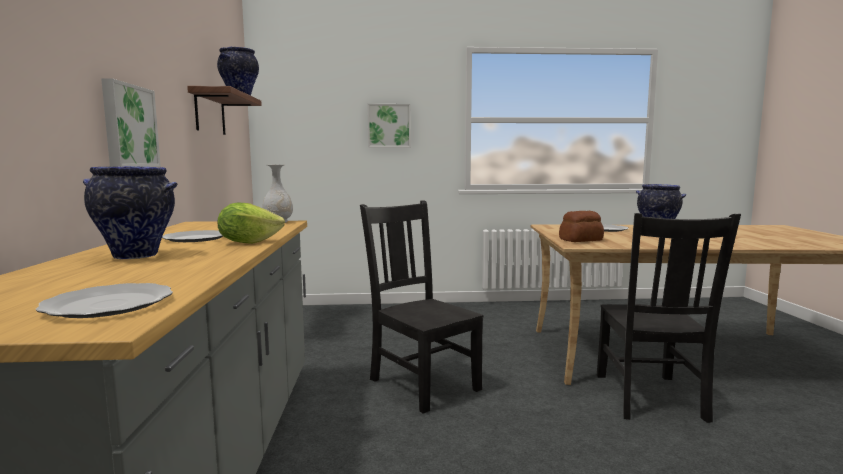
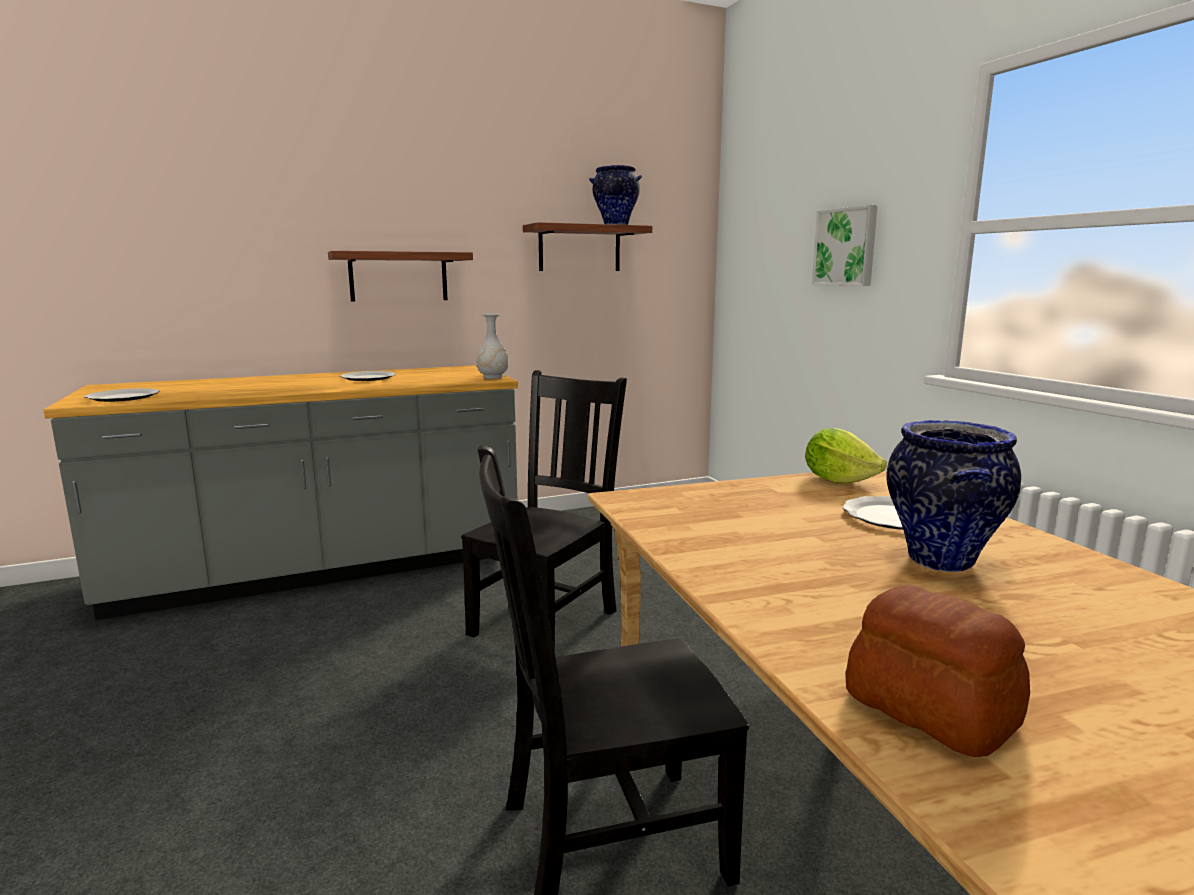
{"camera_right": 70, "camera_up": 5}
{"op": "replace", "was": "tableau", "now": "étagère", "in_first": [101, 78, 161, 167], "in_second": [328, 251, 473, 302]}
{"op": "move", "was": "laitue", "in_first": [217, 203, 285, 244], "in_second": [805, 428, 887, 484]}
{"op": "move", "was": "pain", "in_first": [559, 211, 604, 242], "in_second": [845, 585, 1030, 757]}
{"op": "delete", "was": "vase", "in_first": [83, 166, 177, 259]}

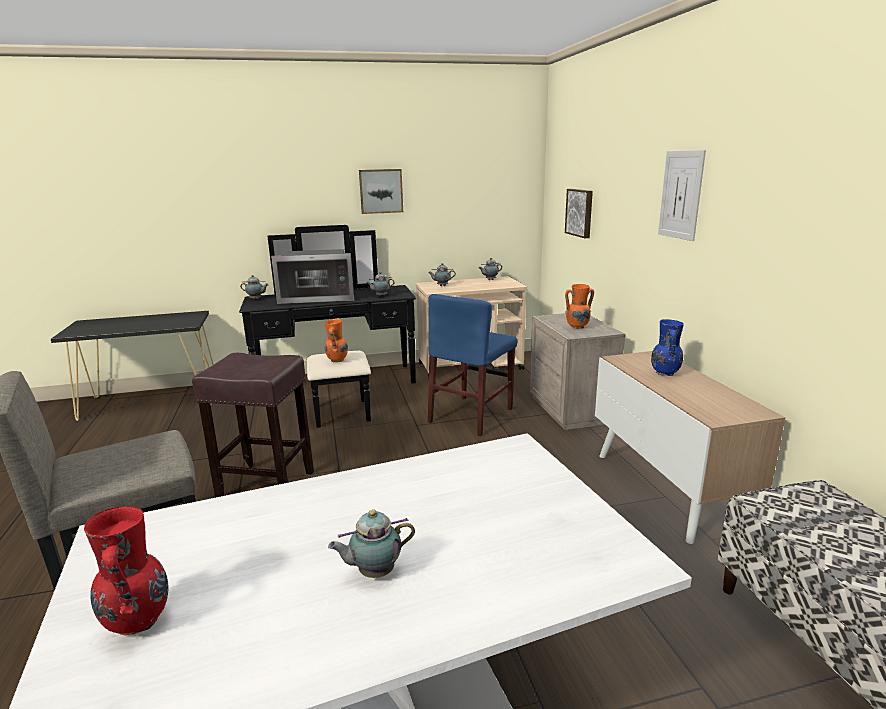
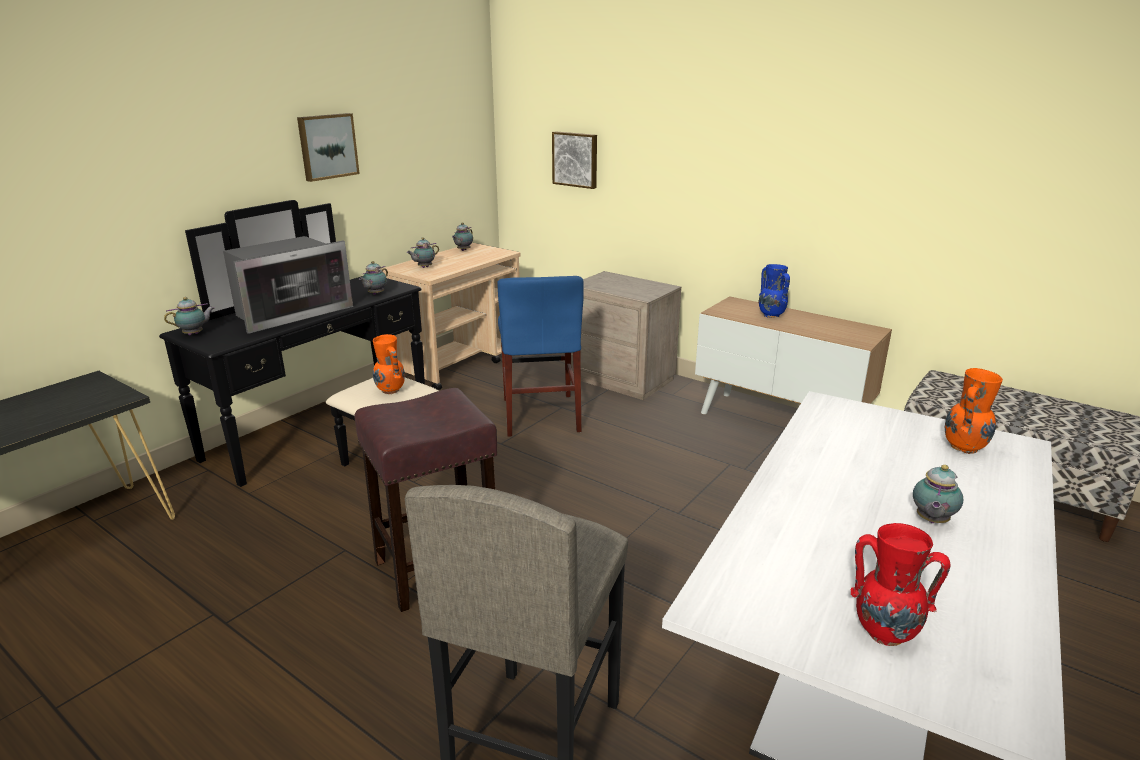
{"camera_right": -40, "camera_up": 5}
{"op": "move", "was": "vase [orange]", "in_first": [565, 284, 594, 329], "in_second": [945, 368, 1003, 454]}
{"op": "delete", "was": "tableau", "in_first": [658, 150, 706, 241]}

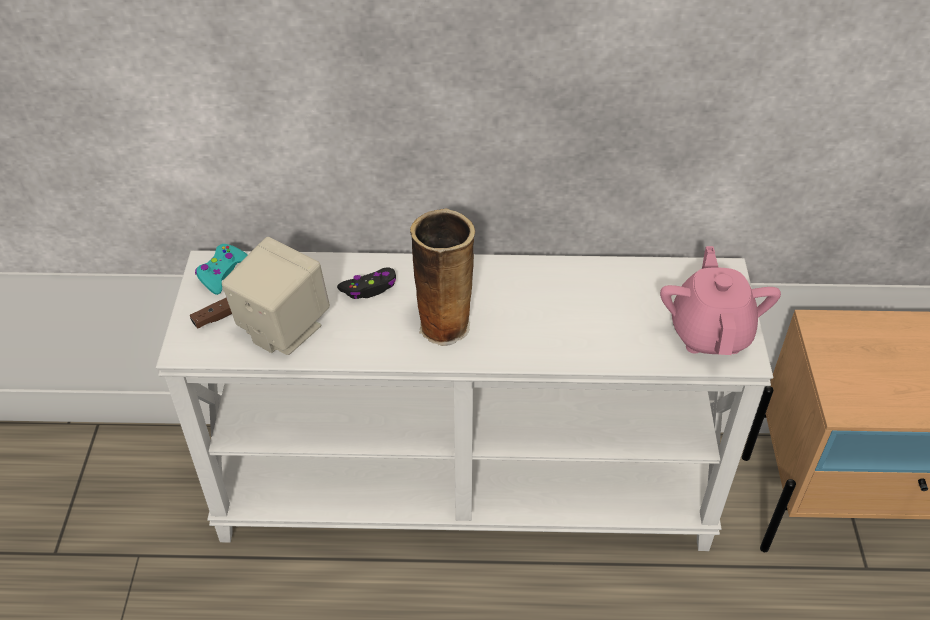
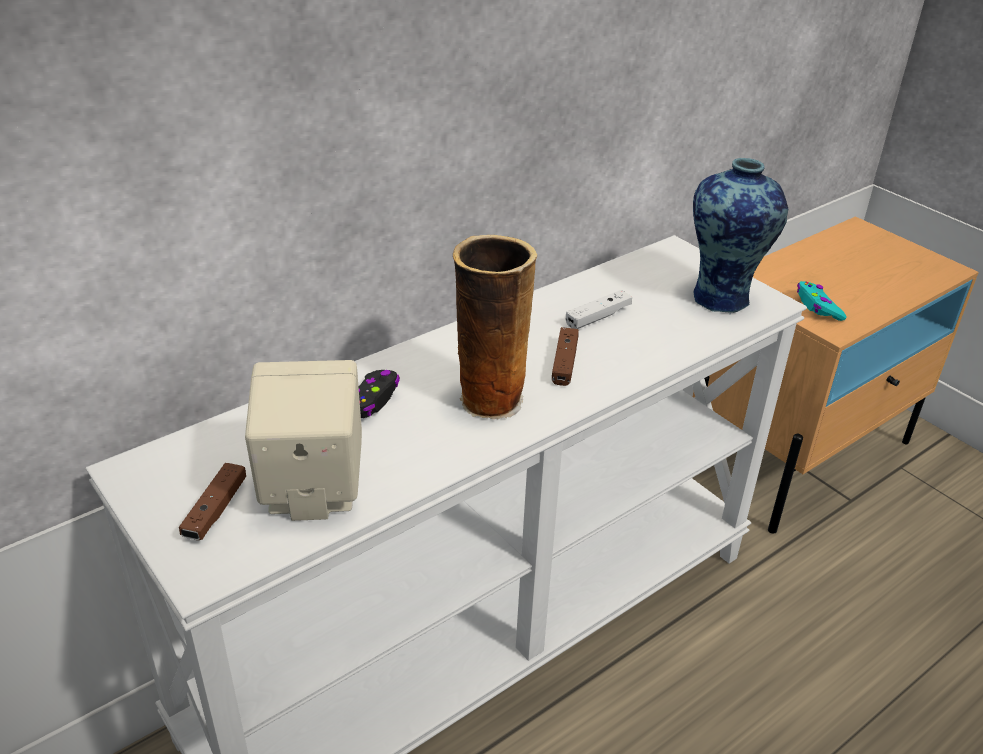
{"camera_right": -40, "camera_up": -10}
{"op": "insert", "now": "manette [marron]", "in_second": [552, 327, 579, 386]}
{"op": "insert", "now": "manette [blanc]", "in_second": [566, 290, 632, 329]}
{"op": "replace", "was": "théière [rose]", "now": "vase", "in_first": [660, 246, 781, 355], "in_second": [693, 158, 788, 313]}
{"op": "move", "was": "manette [turquoise]", "in_first": [195, 244, 248, 295], "in_second": [797, 281, 847, 321]}

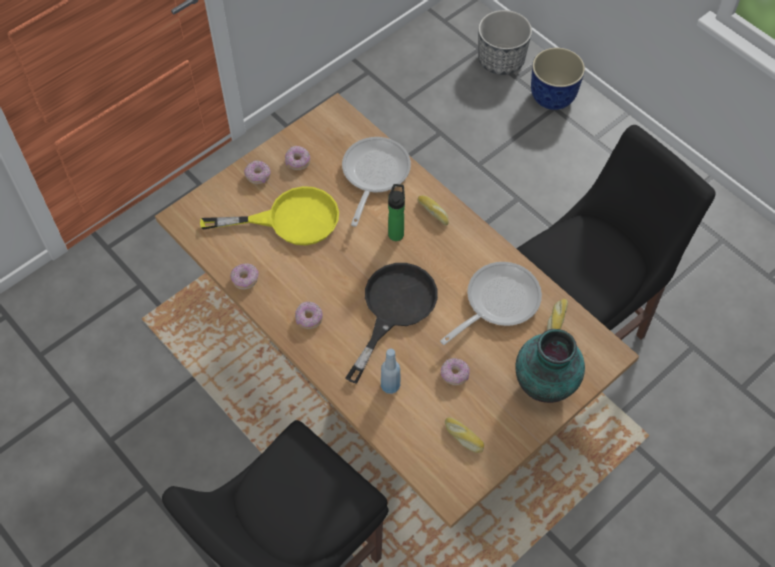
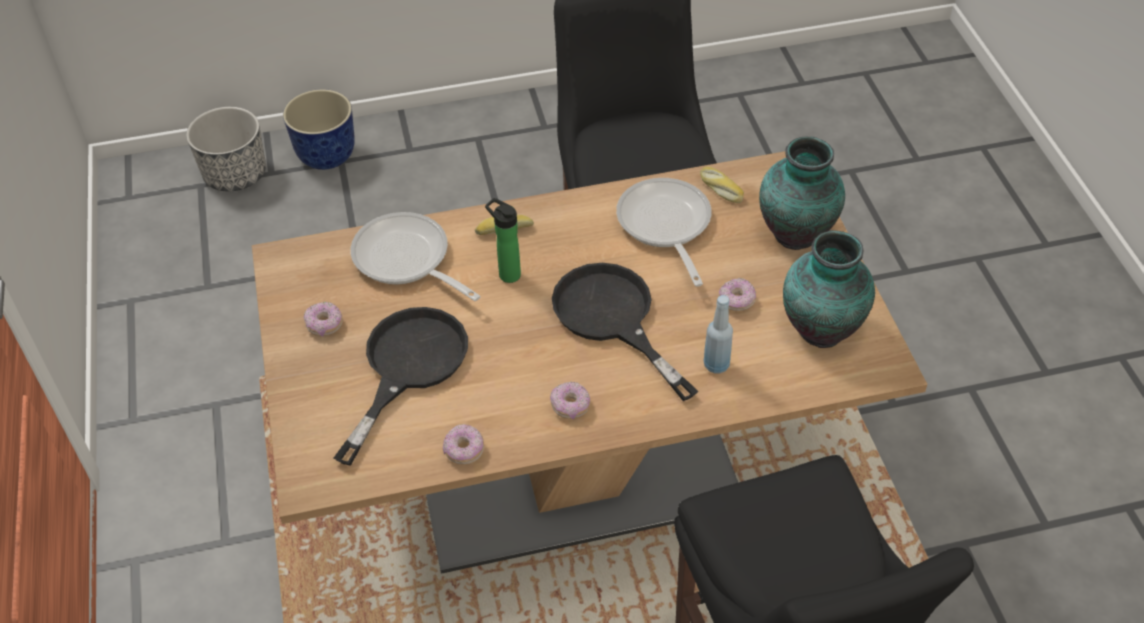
{"camera_right": -60, "camera_up": -10}
{"op": "recolor", "was": "poêle [jaune]", "now": "poêle [noir]", "in_first": [200, 186, 339, 245], "in_second": [334, 307, 468, 466]}
{"op": "replace", "was": "pain", "now": "vase", "in_first": [445, 417, 484, 453], "in_second": [783, 230, 875, 348]}
{"op": "delete", "was": "beignet", "in_first": [244, 160, 271, 184]}

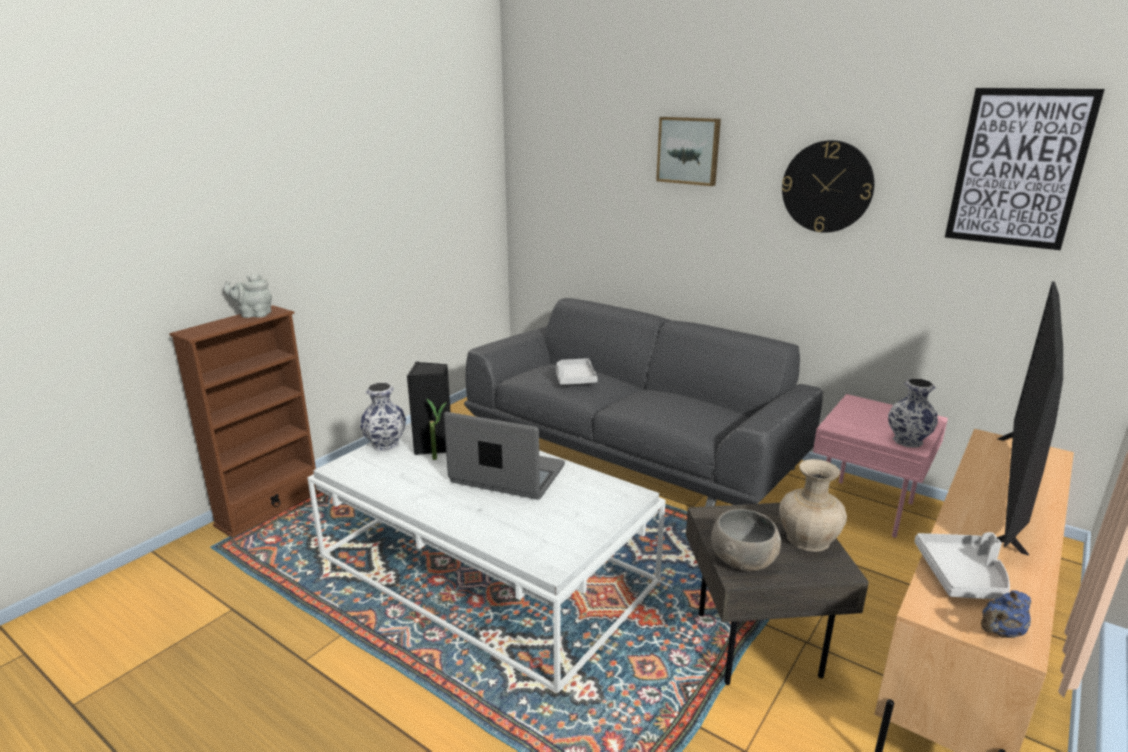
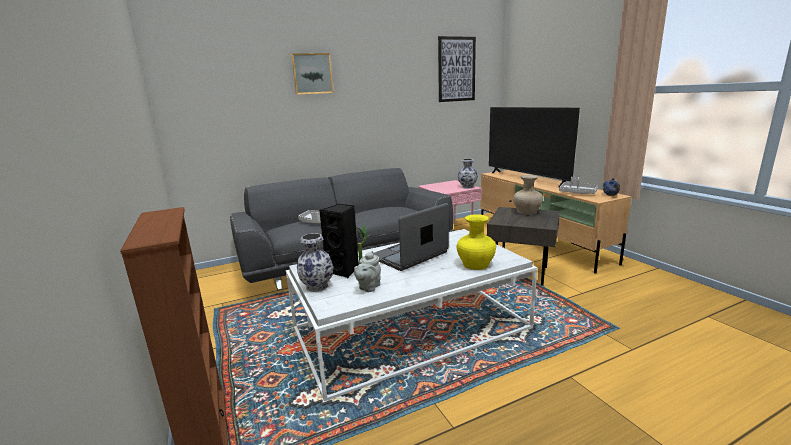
{"camera_right": -60, "camera_up": -5}
{"op": "move", "was": "théière [gris]", "in_first": [223, 274, 272, 318], "in_second": [354, 251, 381, 292]}
{"op": "insert", "now": "vase [jaune]", "in_second": [457, 214, 496, 270]}
{"op": "delete", "was": "bol [gris]", "in_first": [711, 509, 781, 571]}
{"op": "delete", "was": "horloge murale", "in_first": [782, 140, 875, 233]}

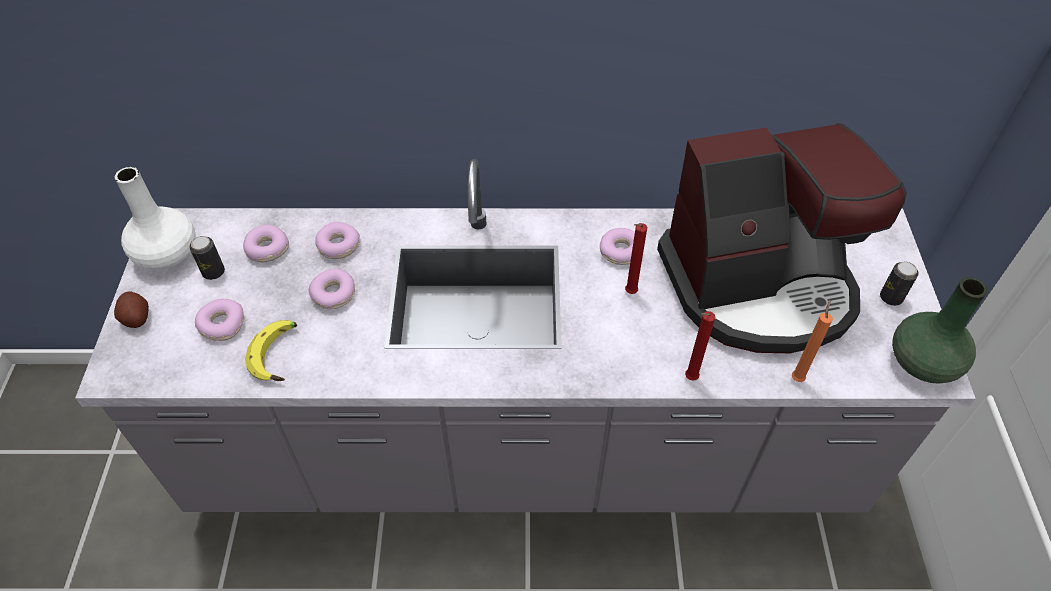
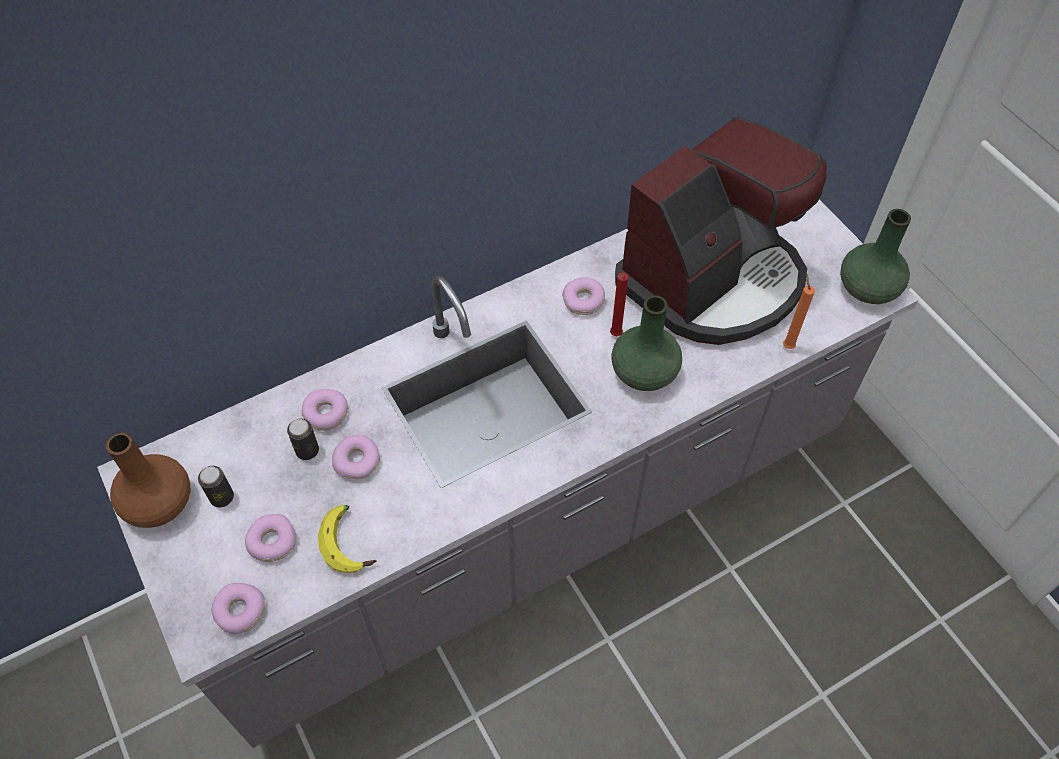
{"camera_right": -30, "camera_up": 5}
{"op": "recolor", "was": "vase [blanc]", "now": "vase [marron]", "in_first": [115, 167, 196, 270], "in_second": [106, 432, 190, 528]}
{"op": "move", "was": "beignet", "in_first": [243, 224, 289, 262], "in_second": [212, 583, 265, 634]}
{"op": "move", "was": "boîte métallique", "in_first": [880, 261, 919, 306], "in_second": [287, 419, 319, 460]}
{"op": "insert", "now": "vase [vert]", "in_second": [612, 295, 682, 391]}
{"op": "delete", "was": "pomme de terre", "in_first": [114, 291, 149, 328]}
{"op": "delete", "was": "bougie [rouge]", "in_first": [685, 311, 716, 381]}

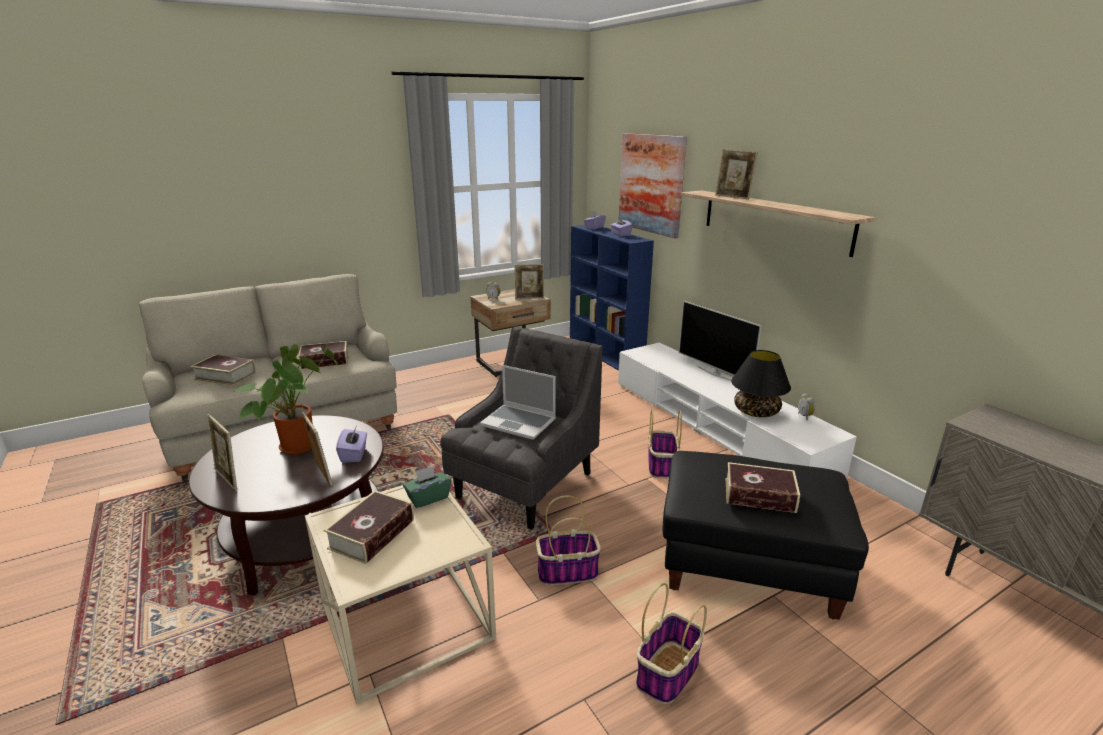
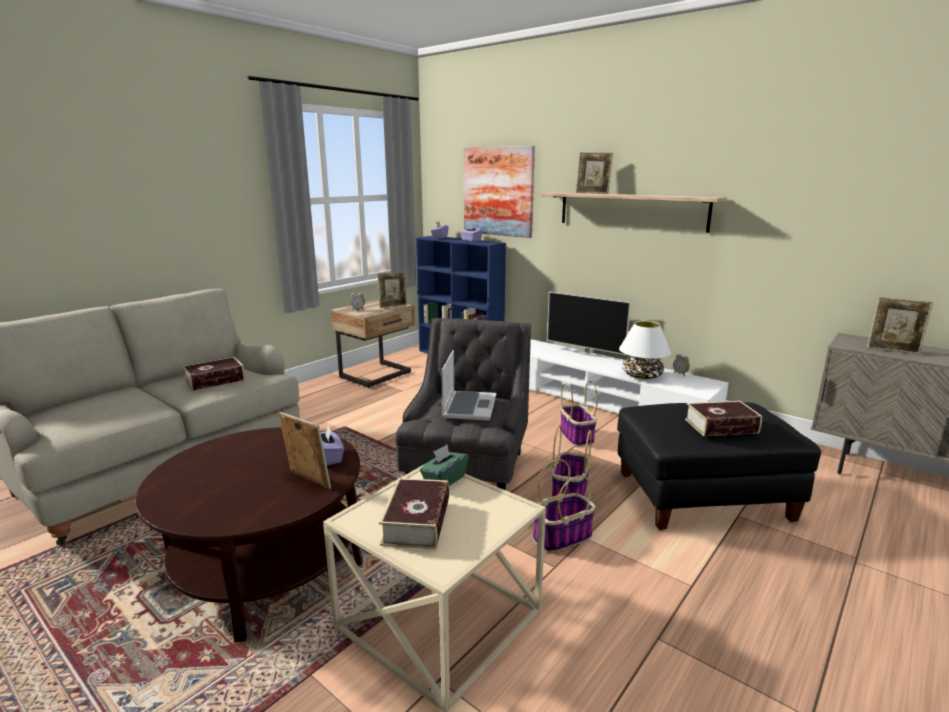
{"camera_right": -20, "camera_up": -5}
{"op": "rotate", "was": "ordinateur portable", "in_first": [480, 365, 556, 440], "in_second": [441, 350, 496, 420], "clockwise": -90}
{"op": "move", "was": "panier", "in_first": [636, 583, 707, 704], "in_second": [552, 425, 592, 497]}
{"op": "recolor", "was": "lampe de table [noir]", "now": "lampe de table [blanc]", "in_first": [731, 350, 791, 417], "in_second": [619, 321, 671, 379]}
{"op": "move", "was": "cadre photo", "in_first": [207, 414, 237, 490], "in_second": [867, 297, 933, 354]}
{"op": "delete", "was": "livre", "in_first": [190, 355, 256, 386]}
{"op": "delete", "was": "plante en pot", "in_first": [235, 344, 338, 455]}

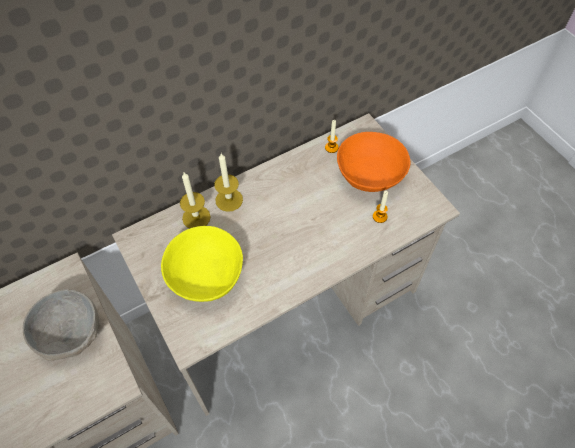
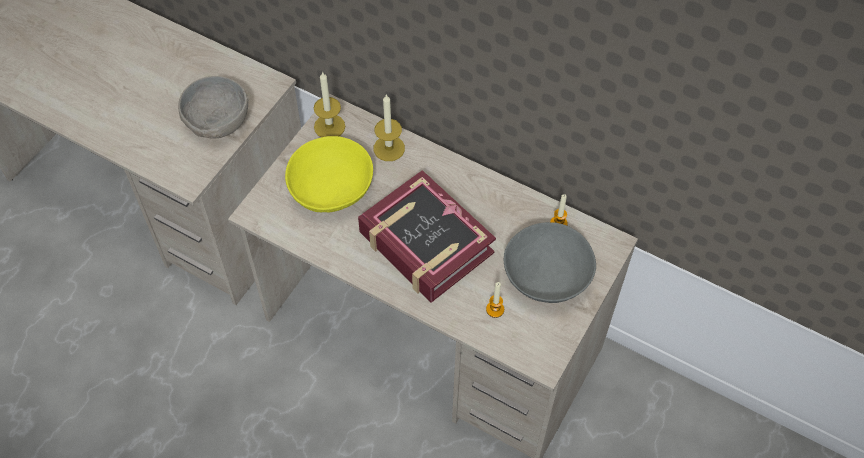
{"camera_right": 60, "camera_up": 0}
{"op": "move", "was": "bougie", "in_first": [214, 153, 243, 212], "in_second": [314, 71, 345, 137]}
{"op": "insert", "now": "livre", "in_second": [358, 170, 496, 303]}
{"op": "recolor", "was": "bol [orange]", "now": "bol [gris]", "in_first": [337, 132, 411, 192], "in_second": [504, 222, 596, 303]}

